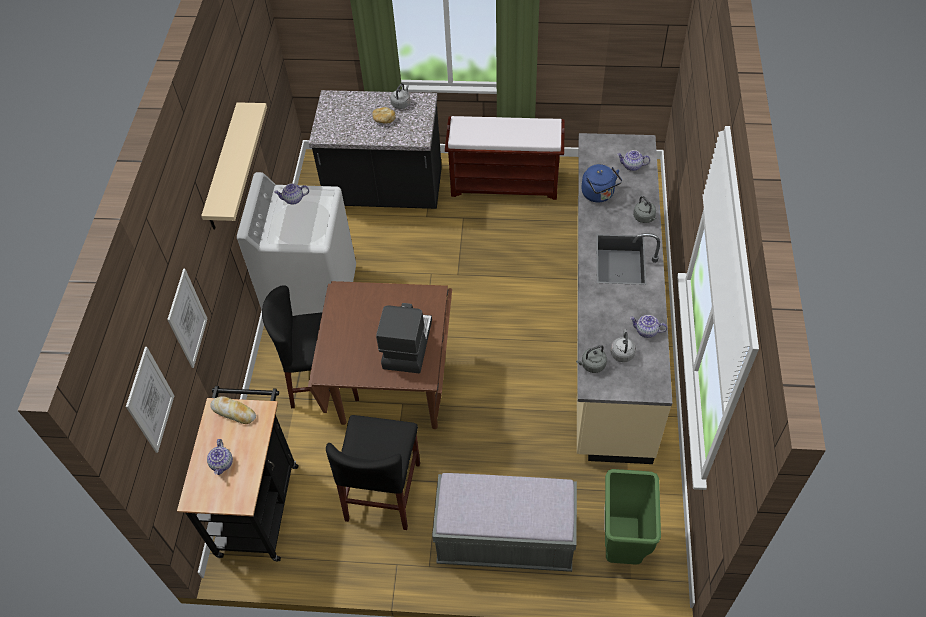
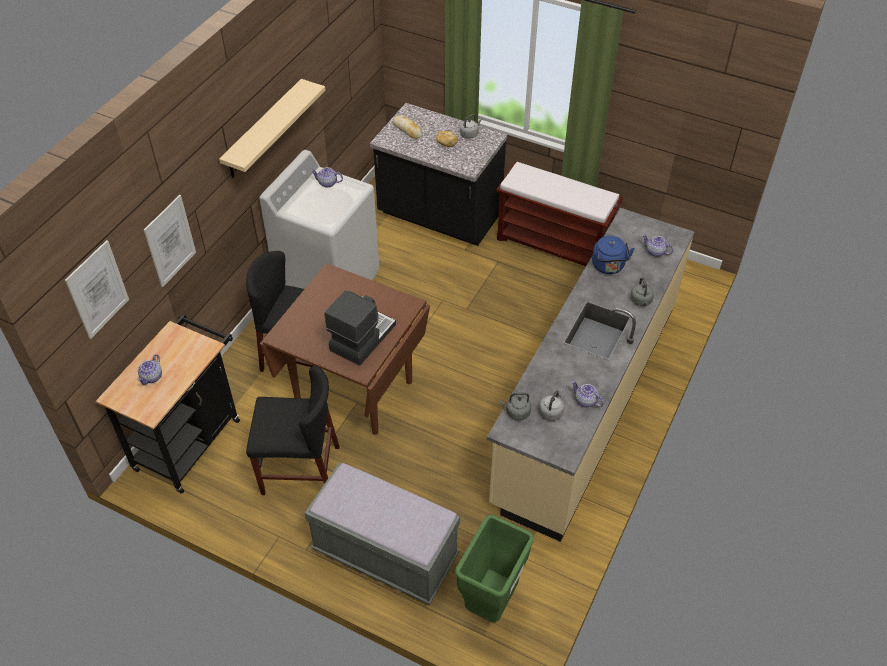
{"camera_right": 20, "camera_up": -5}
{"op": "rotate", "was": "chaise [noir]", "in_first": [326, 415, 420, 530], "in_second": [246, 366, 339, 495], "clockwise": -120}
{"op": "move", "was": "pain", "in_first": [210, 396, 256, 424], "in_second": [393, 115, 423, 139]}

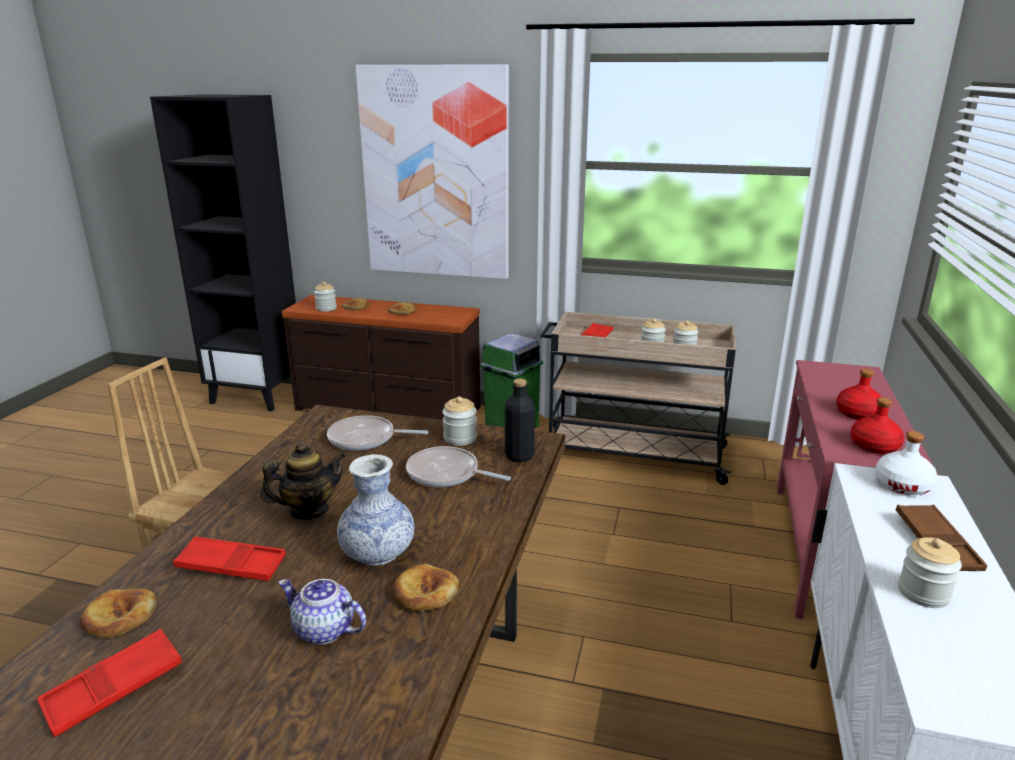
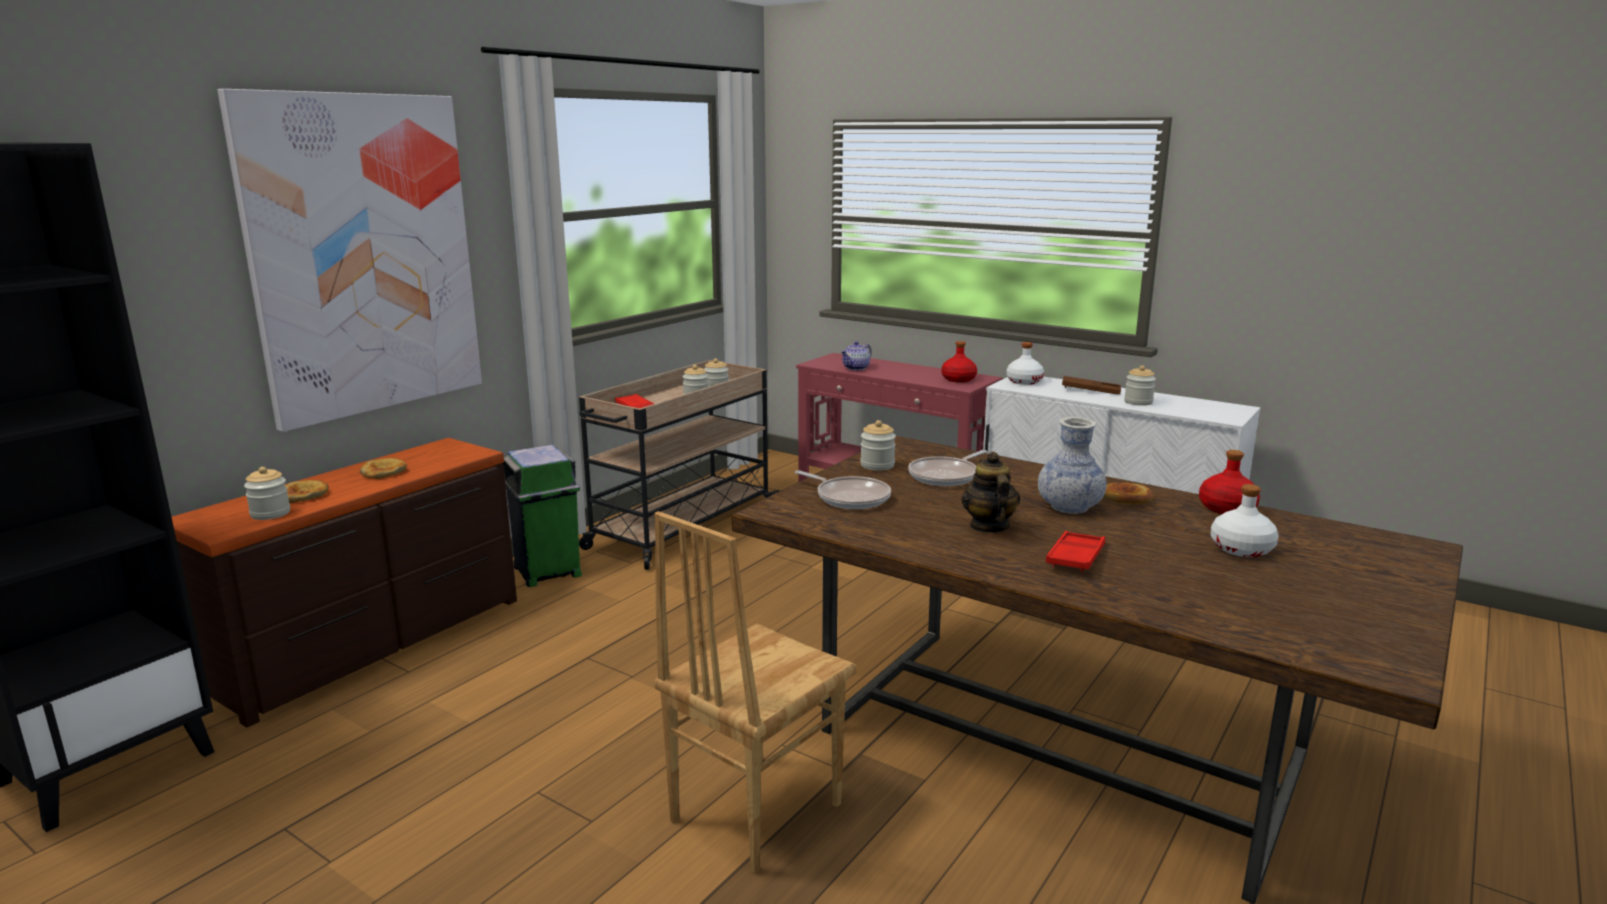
{"camera_right": -70, "camera_up": -5}
{"op": "rotate", "was": "poêle", "in_first": [327, 415, 428, 451], "in_second": [795, 470, 891, 509], "clockwise": -75}
{"op": "move", "was": "théière", "in_first": [278, 579, 366, 645], "in_second": [841, 341, 872, 370]}
{"op": "move", "was": "bouteille [rouge]", "in_first": [836, 369, 882, 420], "in_second": [1199, 450, 1260, 514]}
{"op": "insert", "now": "bouteille [blanc]", "in_second": [1211, 484, 1279, 557]}
{"op": "delete", "was": "plateau [rouge]", "in_first": [37, 629, 182, 737]}
{"op": "delete", "was": "pain", "in_first": [79, 589, 157, 638]}
{"op": "delete", "was": "bouteille [noir]", "in_first": [505, 379, 535, 462]}

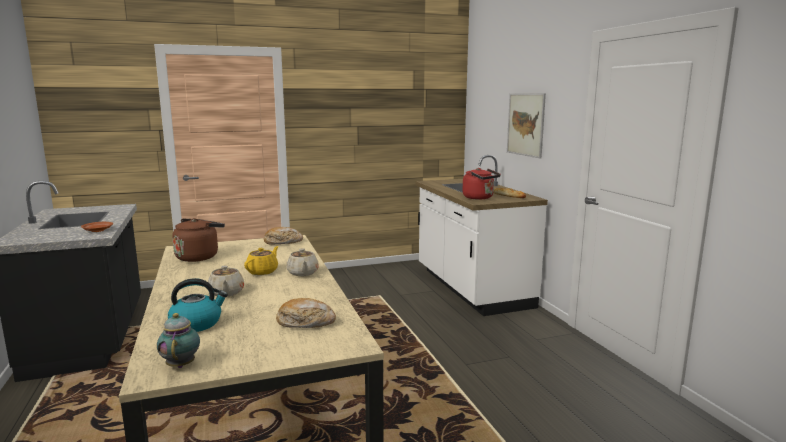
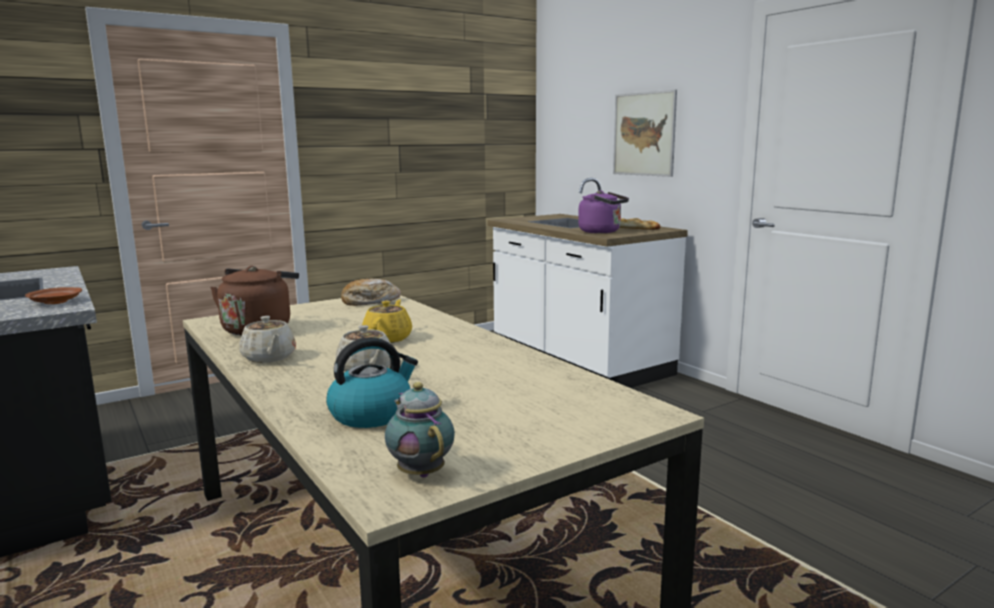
{"camera_right": -15, "camera_up": 0}
{"op": "move", "was": "théière [beige]", "in_first": [286, 248, 319, 276], "in_second": [239, 316, 296, 363]}
{"op": "recolor", "was": "bouilloire [rouge]", "now": "bouilloire [violet]", "in_first": [462, 168, 501, 200], "in_second": [578, 190, 629, 233]}
{"op": "delete", "was": "pain", "in_first": [276, 298, 336, 328]}

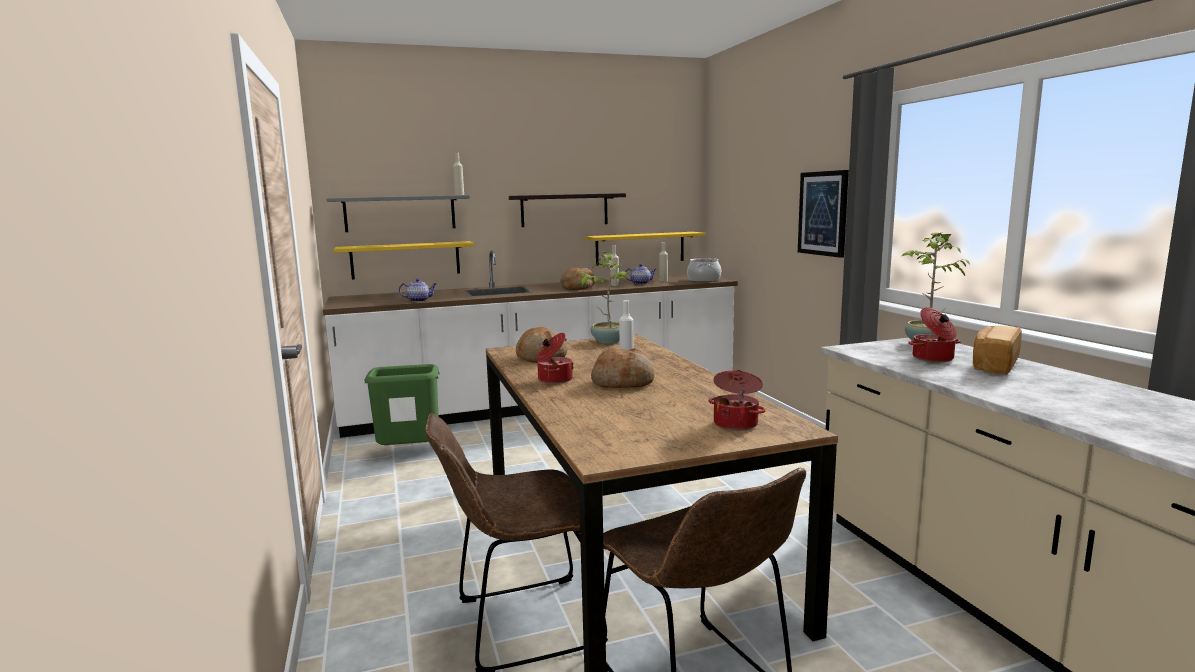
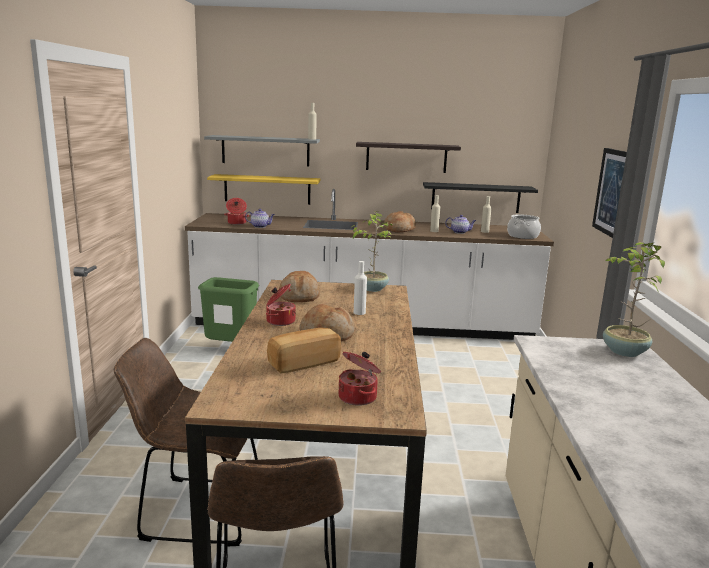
{"camera_right": 20, "camera_up": 5}
{"op": "move", "was": "marmite", "in_first": [908, 307, 961, 362], "in_second": [224, 198, 250, 225]}
{"op": "move", "was": "pain", "in_first": [973, 326, 1022, 375], "in_second": [267, 328, 341, 373]}
{"op": "recolor", "was": "étagère [jaune]", "now": "étagère [noir]", "in_first": [585, 232, 706, 266], "in_second": [423, 182, 538, 213]}

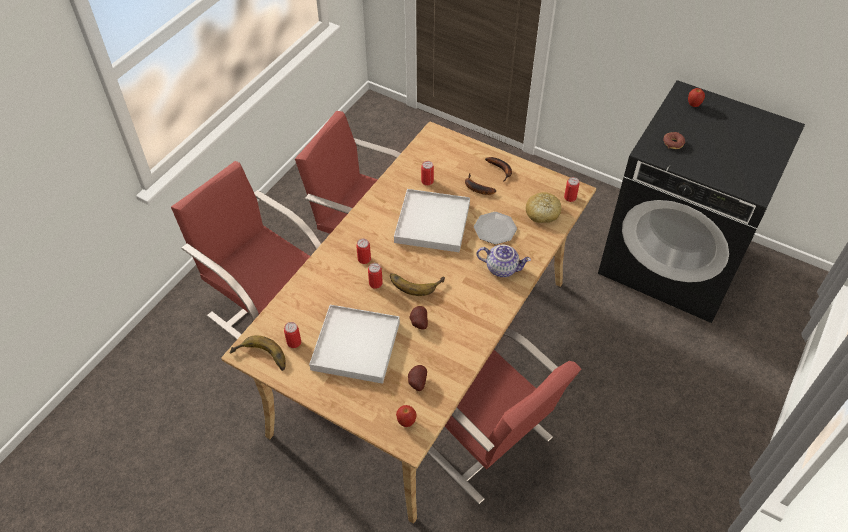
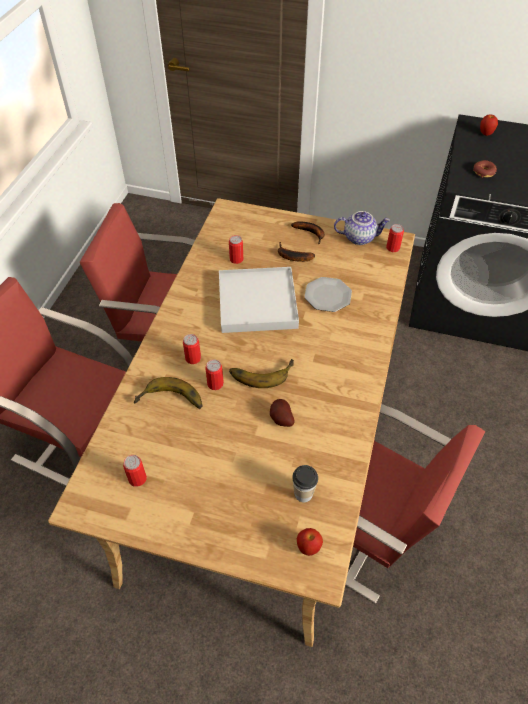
{"camera_right": -15, "camera_up": 0}
{"op": "move", "was": "banane", "in_first": [230, 335, 286, 371], "in_second": [134, 377, 202, 409]}
{"op": "replace", "was": "pomme de terre", "now": "tasse", "in_first": [408, 365, 427, 391], "in_second": [292, 465, 318, 502]}
{"op": "move", "was": "théière", "in_first": [477, 245, 531, 277], "in_second": [334, 211, 390, 245]}
{"op": "delete", "was": "plateau [blanc]", "in_first": [309, 305, 400, 384]}
{"op": "delete", "was": "pain", "in_first": [526, 192, 561, 223]}

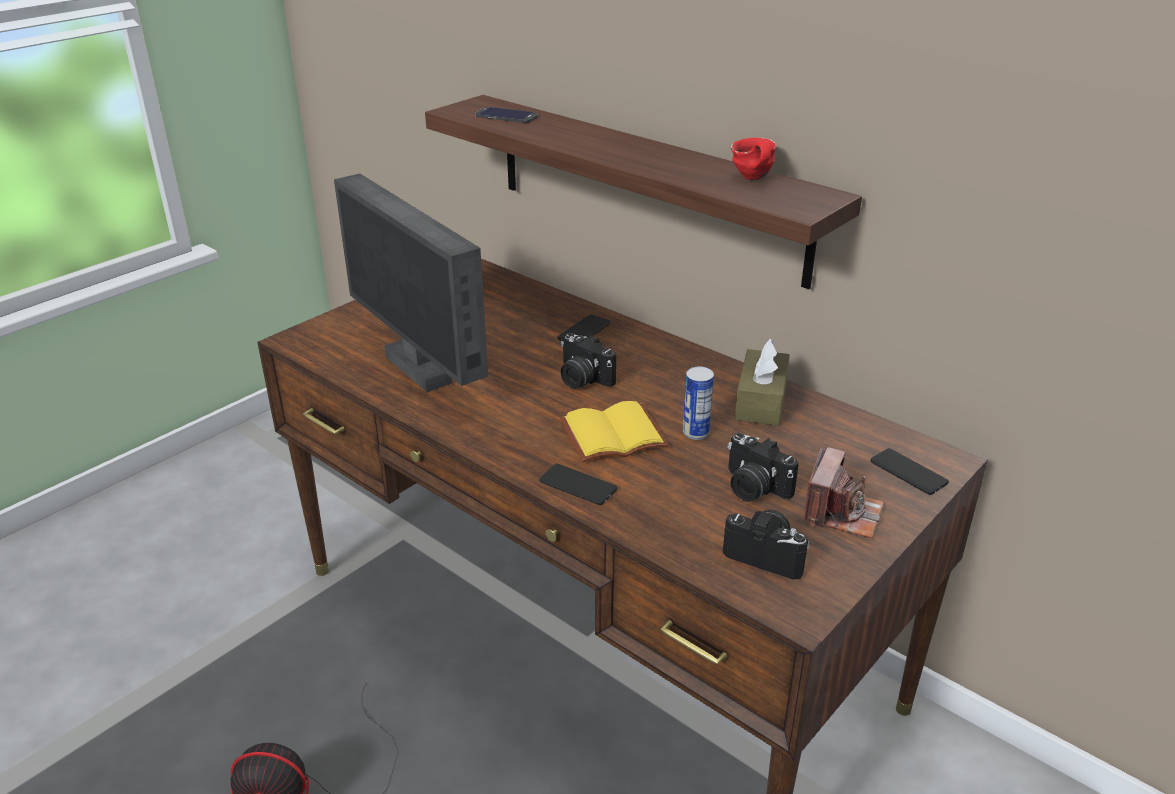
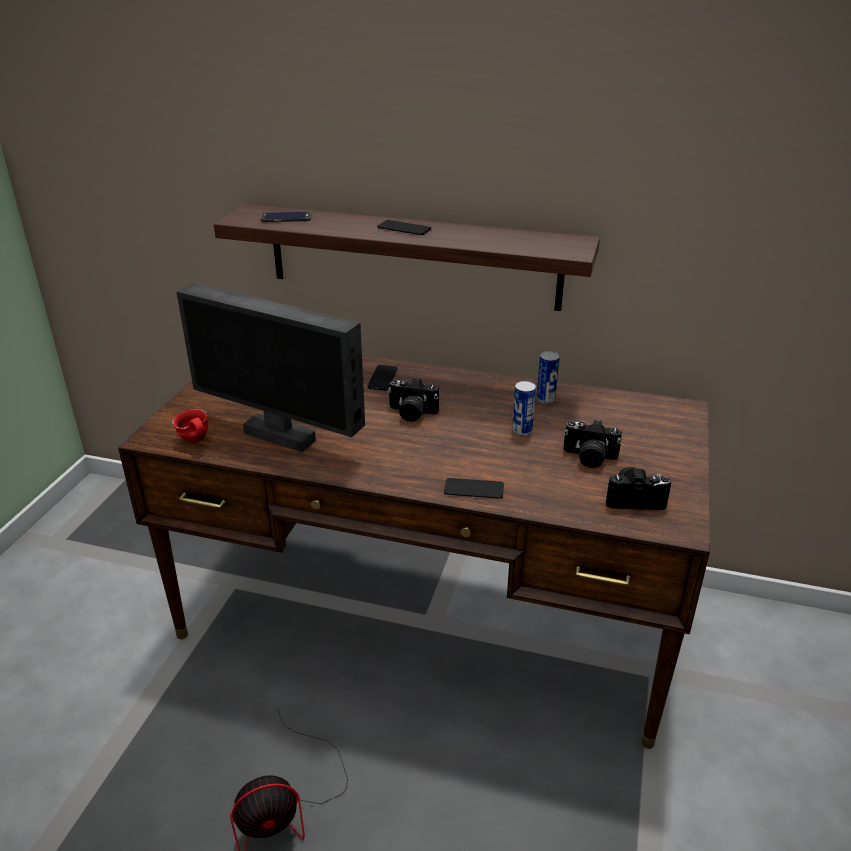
{"camera_right": -25, "camera_up": 0}
{"op": "move", "was": "mug [rouge]", "in_first": [731, 137, 777, 180], "in_second": [172, 409, 208, 443]}
{"op": "move", "was": "téléphone", "in_first": [870, 448, 949, 495], "in_second": [378, 220, 431, 235]}
{"op": "replace", "was": "boîte à mouchoirs [marron]", "now": "boîte métallique", "in_first": [735, 339, 790, 426], "in_second": [536, 351, 560, 404]}
{"op": "delete", "was": "livre [jaune]", "in_first": [560, 401, 669, 462]}
{"op": "delete", "was": "appareil photo", "in_first": [803, 446, 884, 539]}

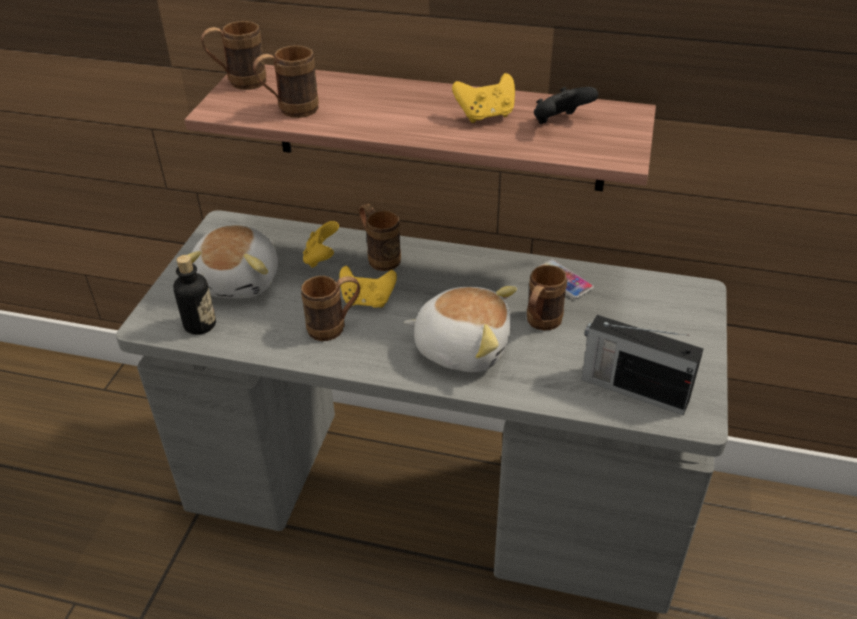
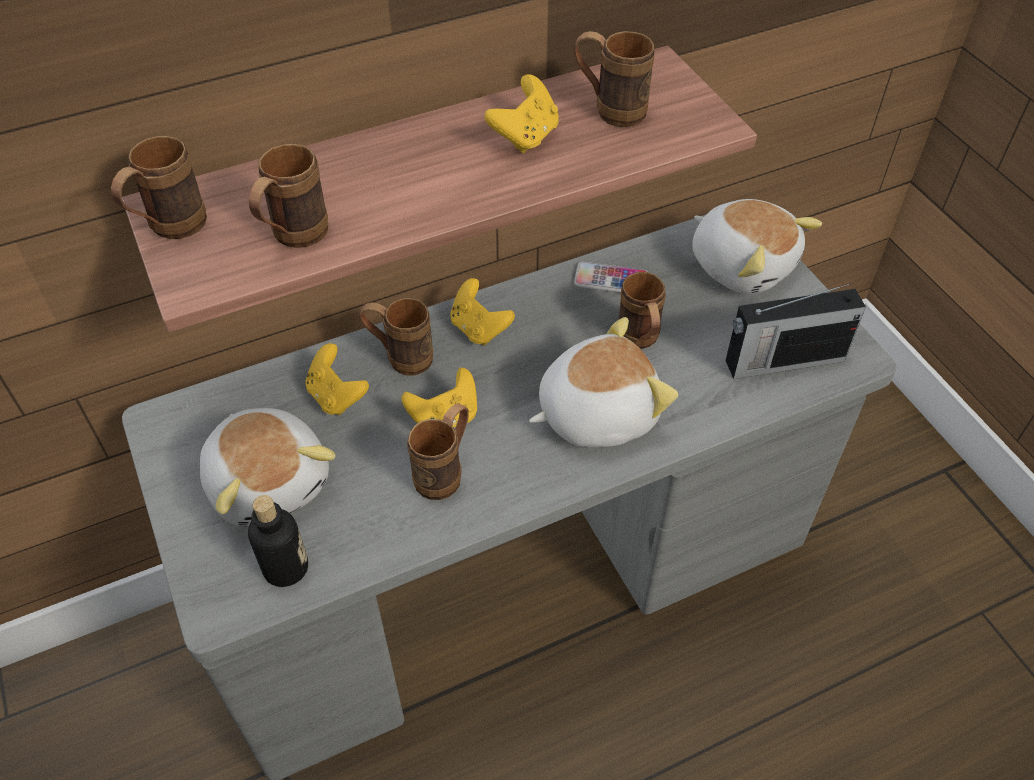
{"camera_right": -40, "camera_up": 10}
{"op": "insert", "now": "manette [jaune]", "in_second": [450, 278, 515, 345]}
{"op": "replace", "was": "manette [noir]", "now": "mug [marron]", "in_first": [534, 87, 598, 124], "in_second": [574, 31, 654, 127]}
{"op": "insert", "now": "peluche", "in_second": [692, 199, 822, 294]}

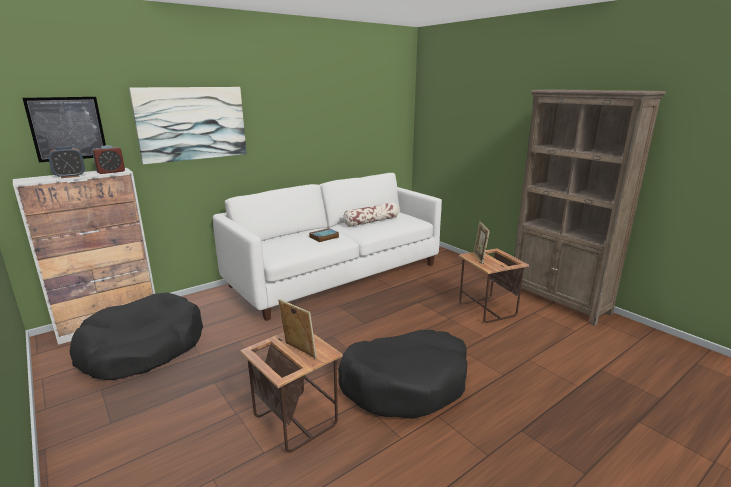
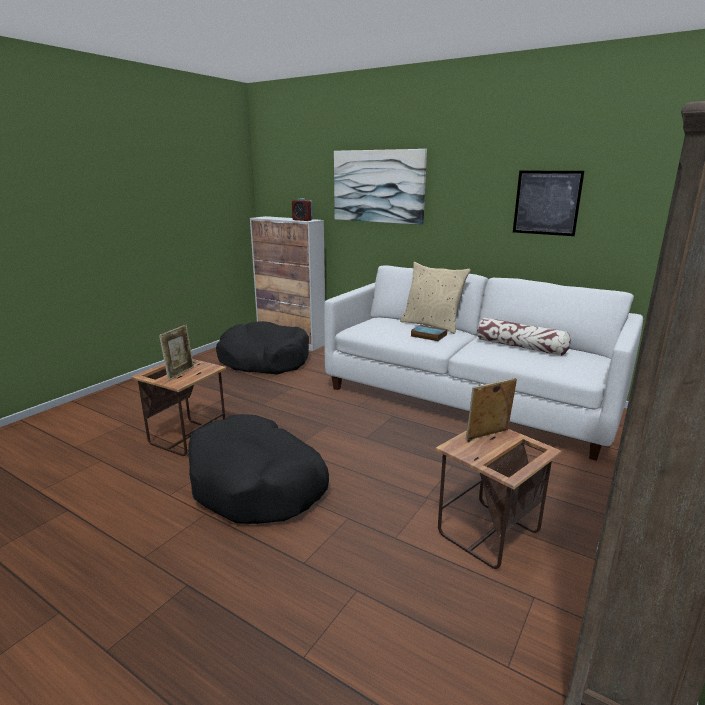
{"camera_right": 70, "camera_up": 0}
{"op": "insert", "now": "coussin [beige]", "in_second": [400, 262, 471, 334]}
{"op": "move", "was": "tableau", "in_first": [22, 97, 106, 162], "in_second": [513, 171, 585, 236]}
{"op": "delete", "was": "réveil", "in_first": [48, 146, 85, 178]}

